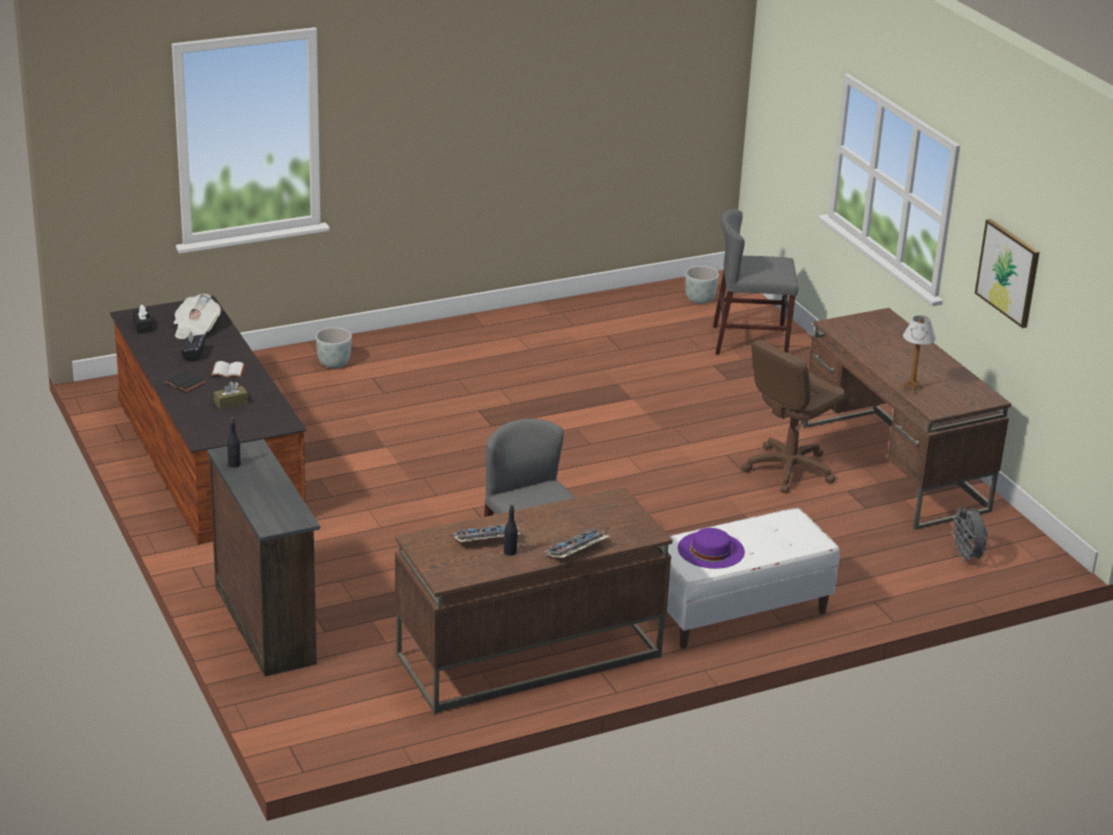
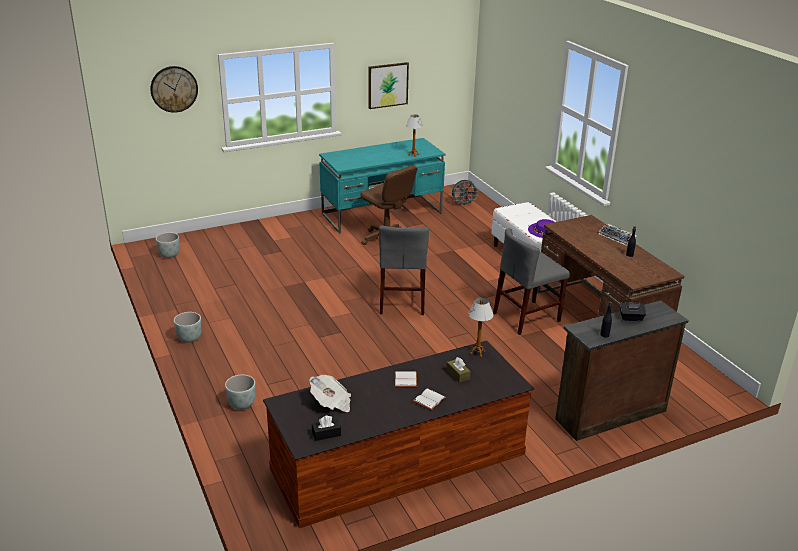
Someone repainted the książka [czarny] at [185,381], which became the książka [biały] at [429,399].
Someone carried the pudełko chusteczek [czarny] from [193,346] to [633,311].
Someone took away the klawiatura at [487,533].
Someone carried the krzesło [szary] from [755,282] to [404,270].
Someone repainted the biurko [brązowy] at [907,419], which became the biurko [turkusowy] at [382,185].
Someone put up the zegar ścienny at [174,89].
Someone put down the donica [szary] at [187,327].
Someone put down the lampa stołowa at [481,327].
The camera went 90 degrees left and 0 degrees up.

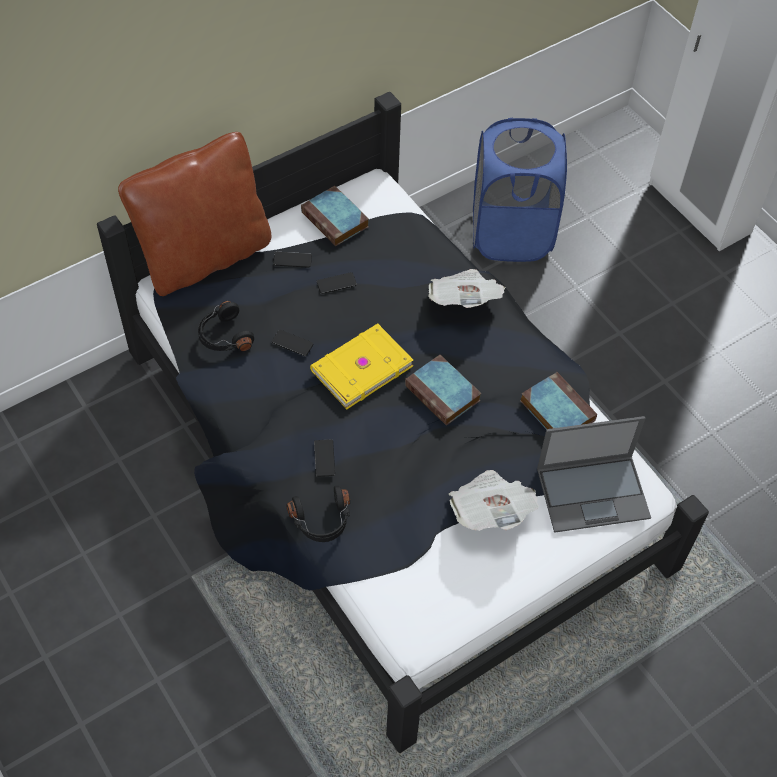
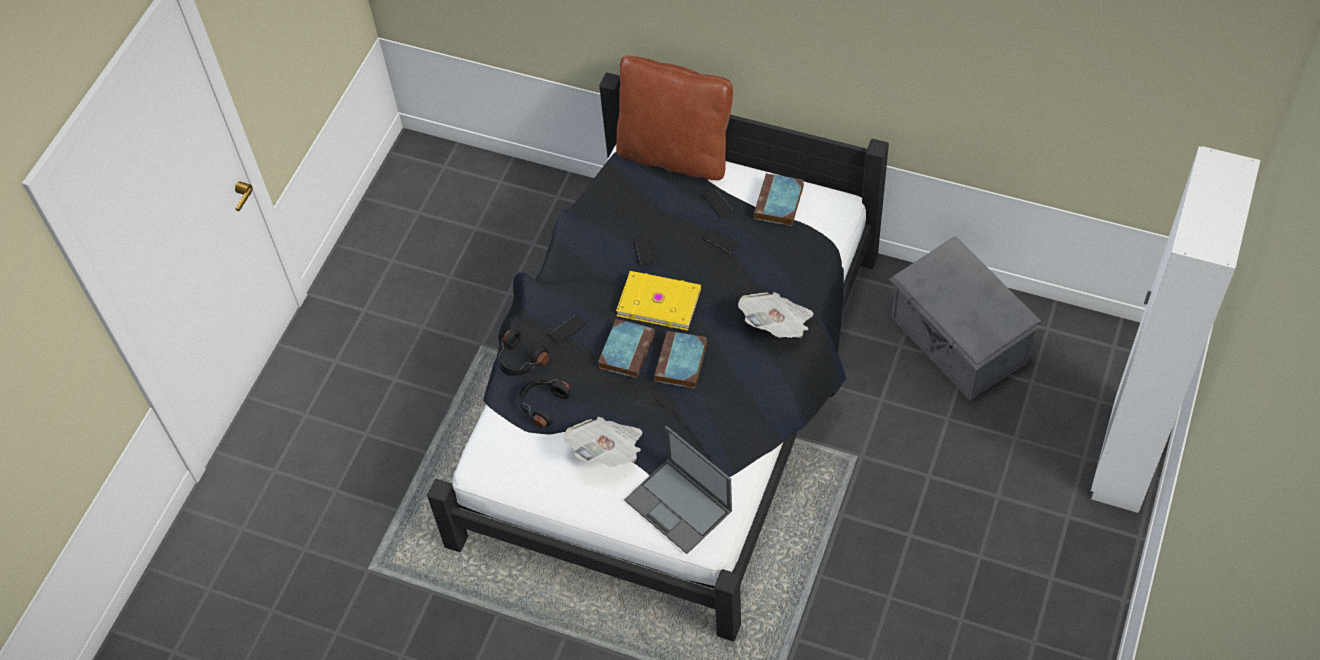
Someone carried the słuchawki [czarny] from [226,326] to [545,403].
Someone swapped the kosz na pranie [niebieski] at [520,190] for the pojemnik do przechowywania [szary] at [965,318].
Someone carried the książka from [558,400] to [626,348].
The camera went 60 degrees right and 0 degrees up.

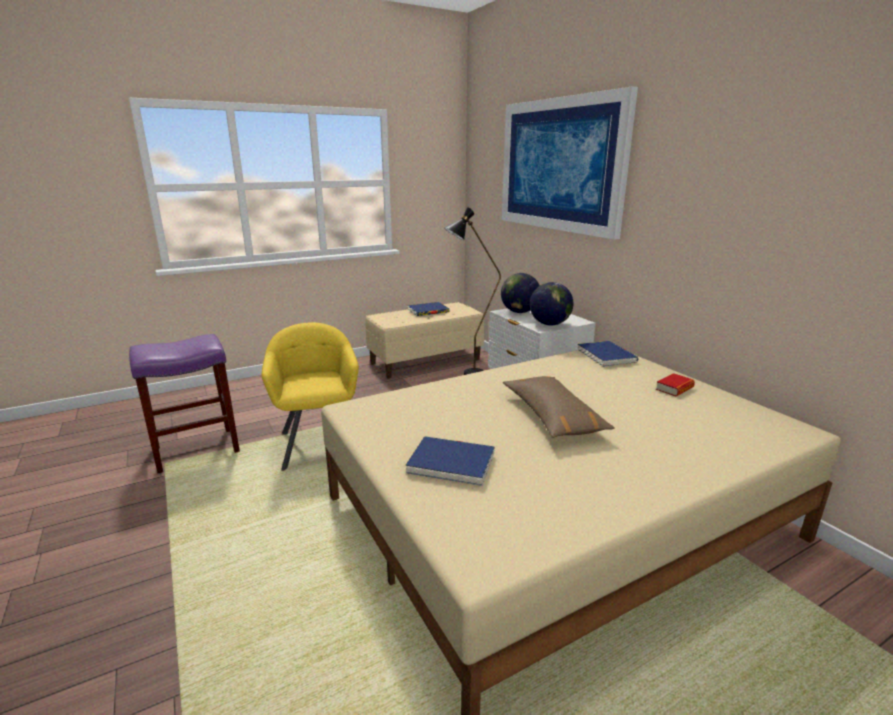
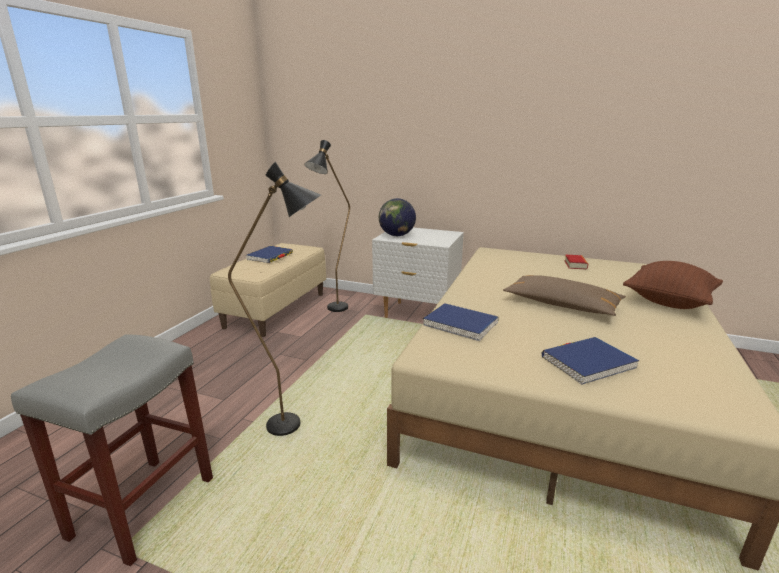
Someone repainted the stołek [fioletowy] at [184,403], which became the stołek [szary] at [112,450].
Someone swapped the fotel [żółty] at [310,397] for the lampa stojąca [czarny] at [274,299].
Someone took away the obraz at [570,163].
Someone took away the globus at [551,303].
Someone carried the książka [niebieski] from [608,354] to [461,322].
Someone put down the poduszka [brązowy] at [673,285].
The camera went 40 degrees left and 0 degrees up.

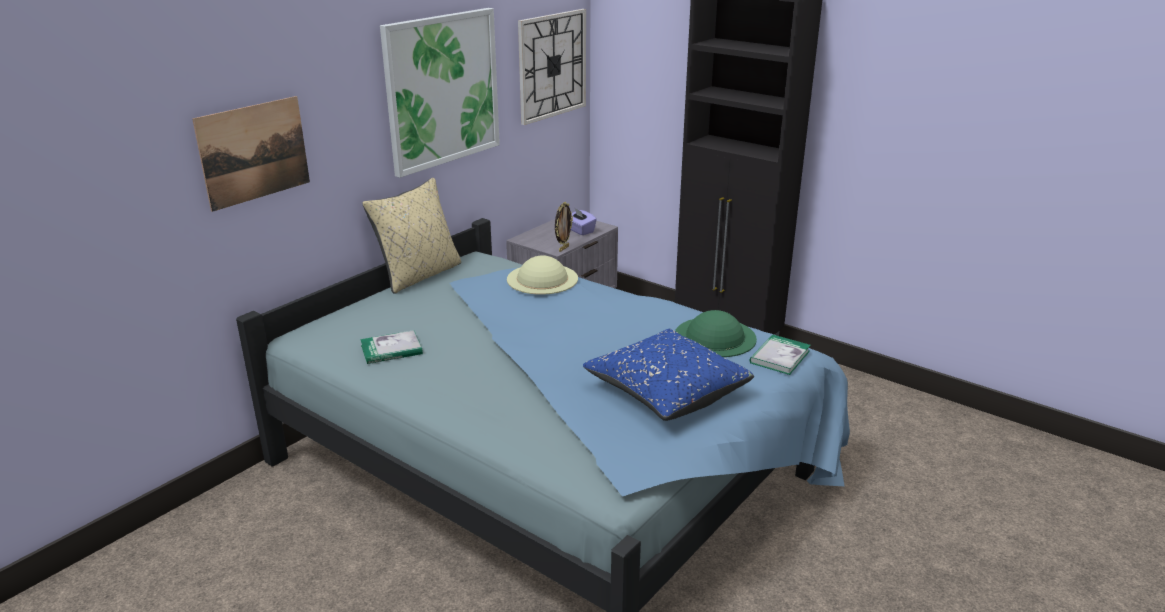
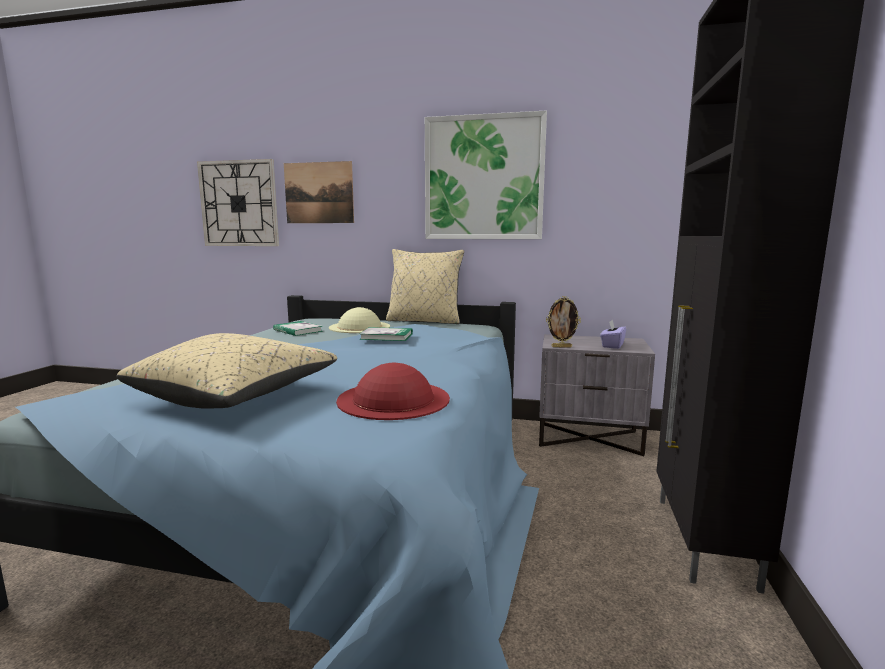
Someone carried the kapelusz [beżowy] from [542,275] to [359,320].
Someone carried the zegar ścienny from [552,67] to [238,202].
Someone repainted the poduszka [niebieski] at [668,375], which became the poduszka [beżowy] at [226,371].
Someone repainted the kapelusz [zielony] at [716,333], which became the kapelusz [czerwony] at [393,391].
Someone carried the książka from [780,354] to [386,334].
The camera went 65 degrees right and 15 degrees down.

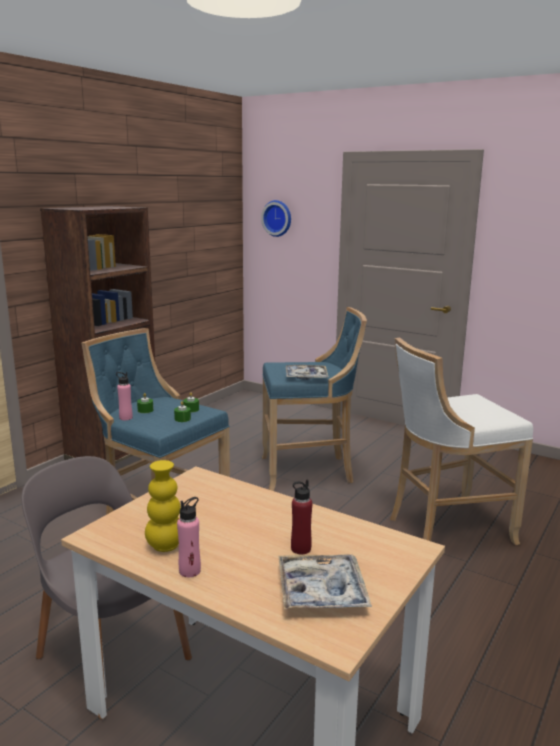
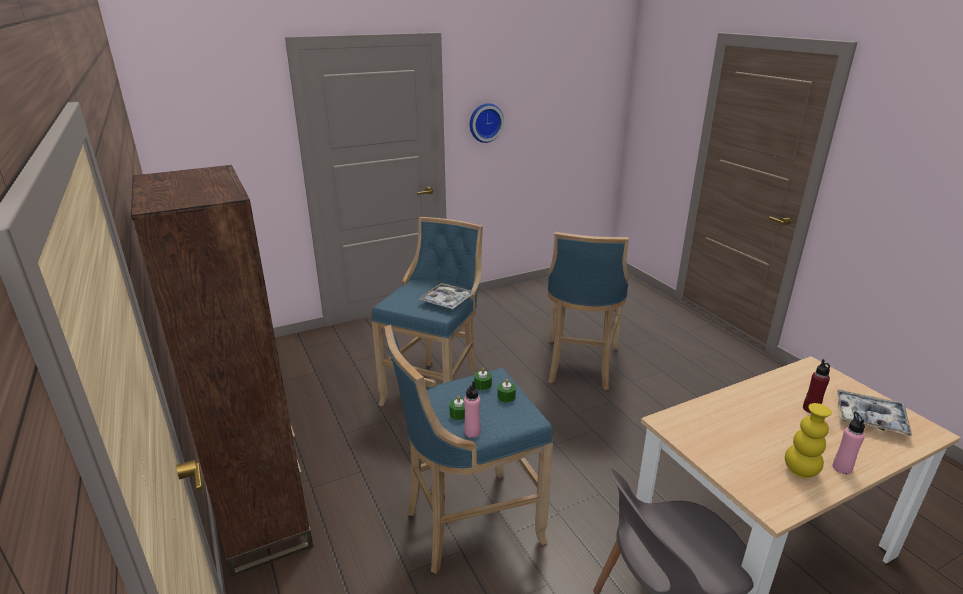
Someone carried the zegar ścienny from [276,218] to [487,123].
Someone repainted the stołek [biały] at [461,441], which became the stołek [niebieski] at [588,311].
The camera went 60 degrees left and 10 degrees up.

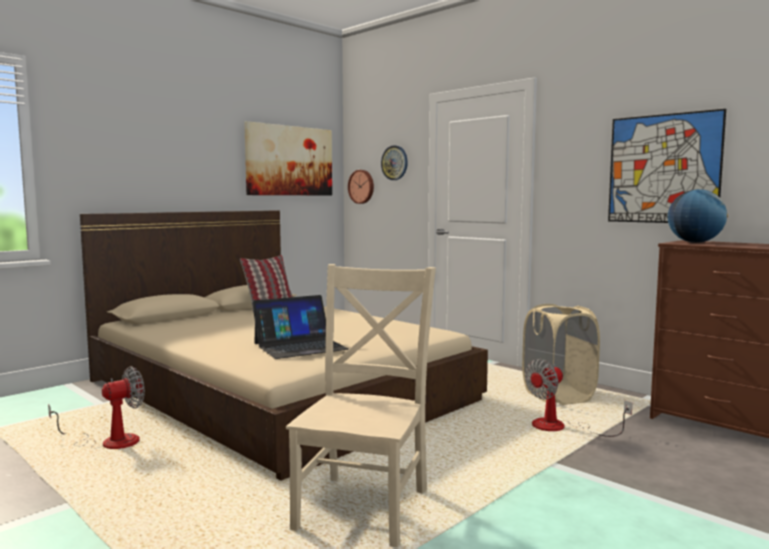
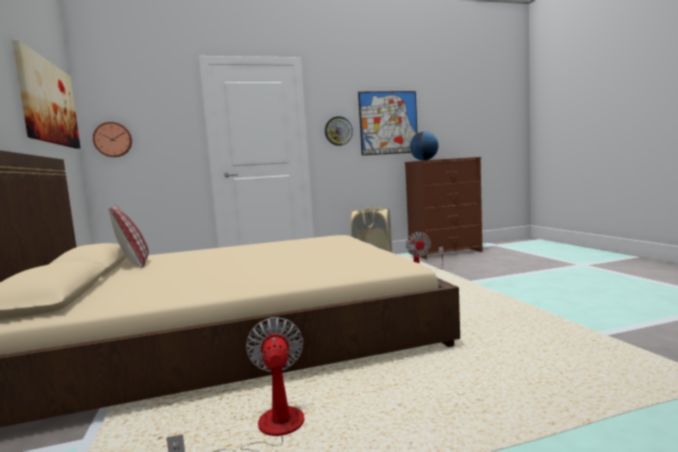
Someone took away the laptop at [300,327].
Someone took away the krzesło [beżowy] at [361,406].
Someone carried the zegar ścienny from [394,162] to [339,131].
The camera went 60 degrees left and 0 degrees up.

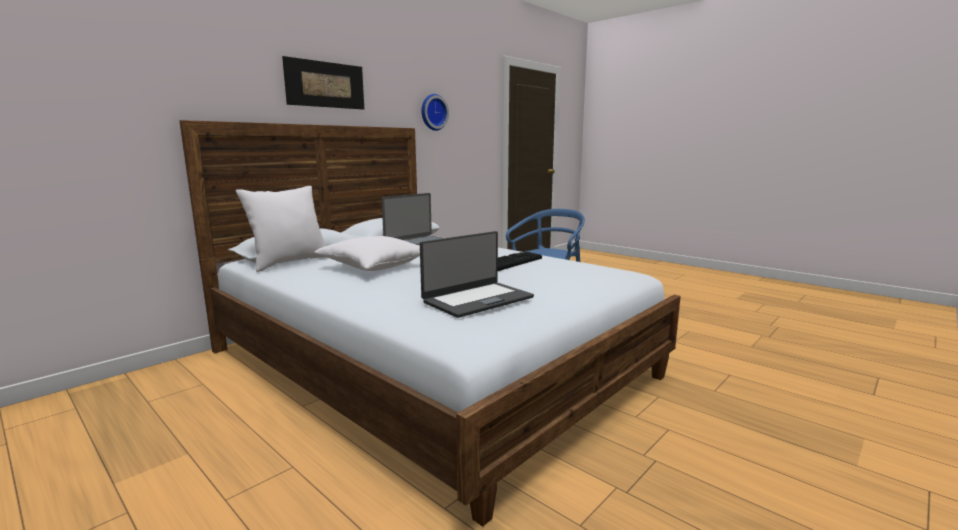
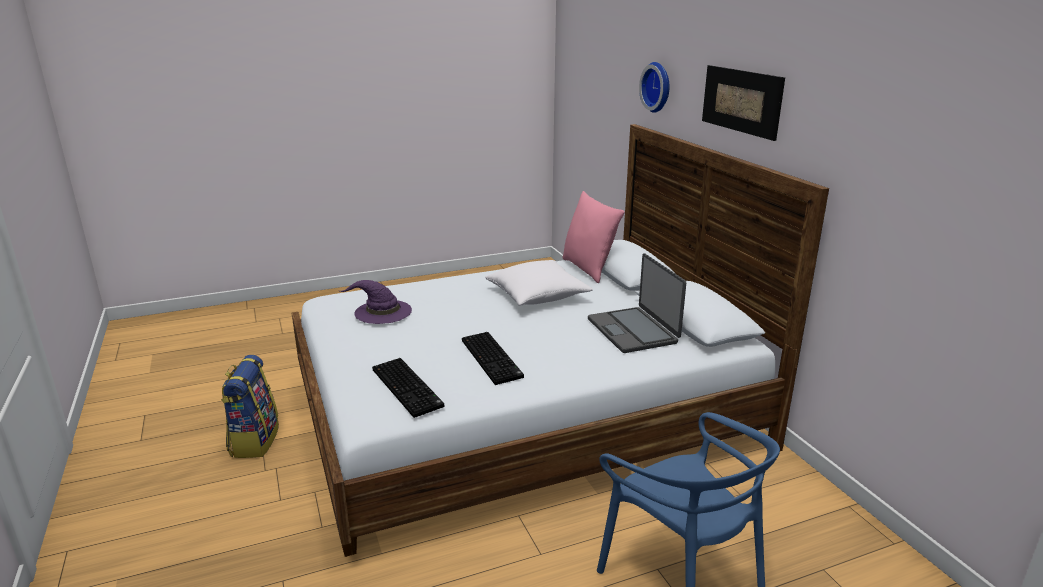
Someone repainted the poduszka [biały] at [281,229], which became the poduszka [różowy] at [593,237].
Someone swapped the laptop at [477,274] for the kapelusz [fioletowy] at [376,302].
Someone carried the zegar ścienny from [435,112] to [654,87].
Someone put down the plecak at [250,406].
Someone put down the klawiatura at [408,388].
The camera went 115 degrees right and 10 degrees up.

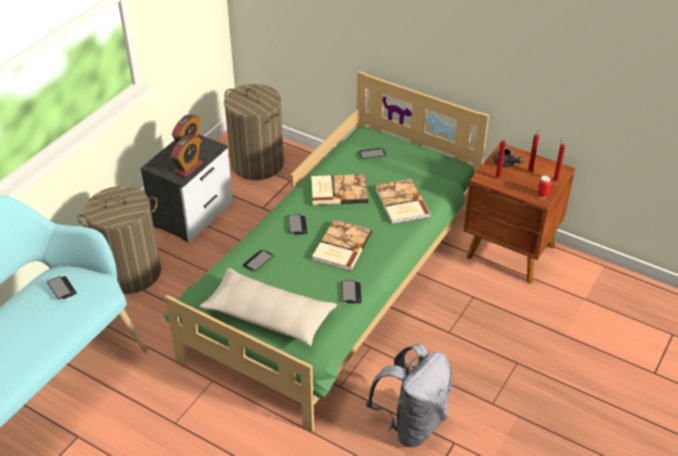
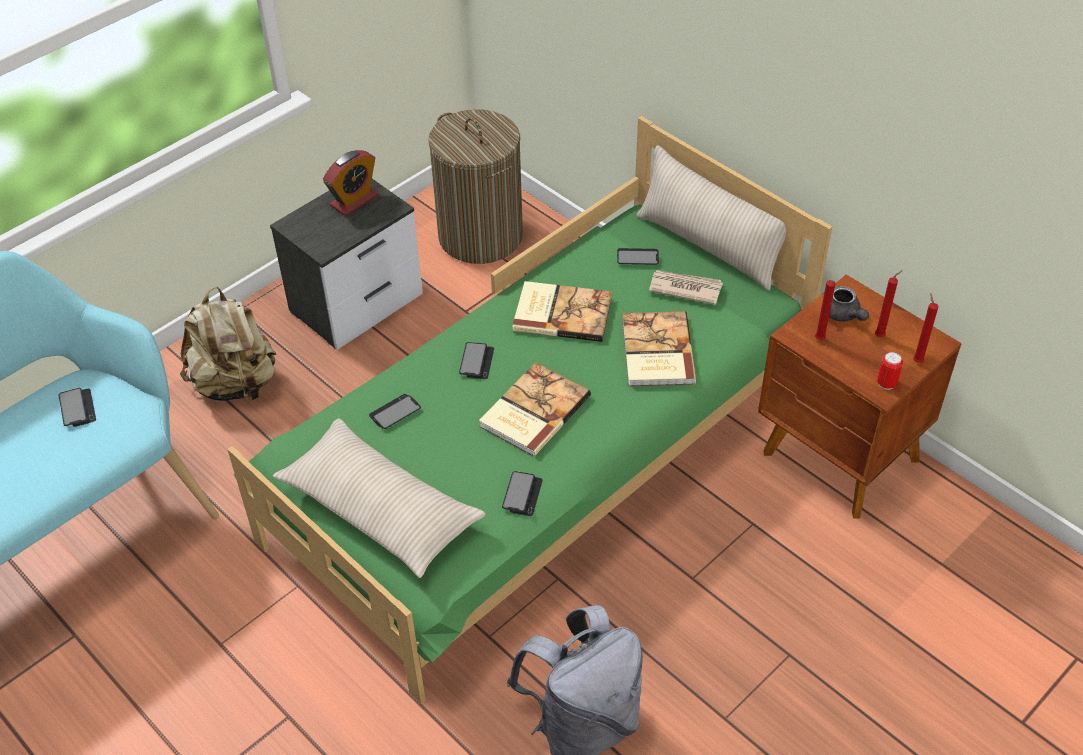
Someone swapped the kosz na pranie at [119,240] for the plecak [beżowy] at [228,344].
Someone took away the budzik at [187,156].
Someone put down the poduszka [beżowy] at [711,218].
Someone put down the gazeta at [686,287].
The camera went 15 degrees right and 5 degrees up.

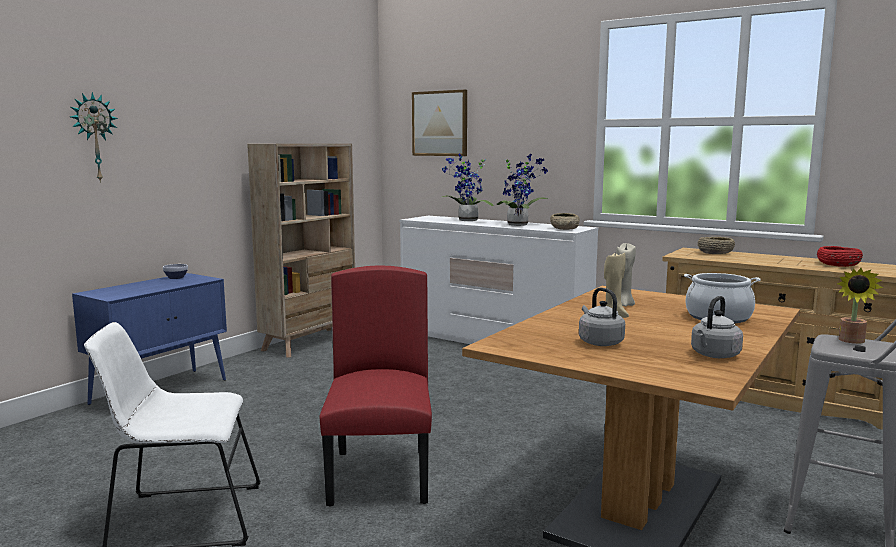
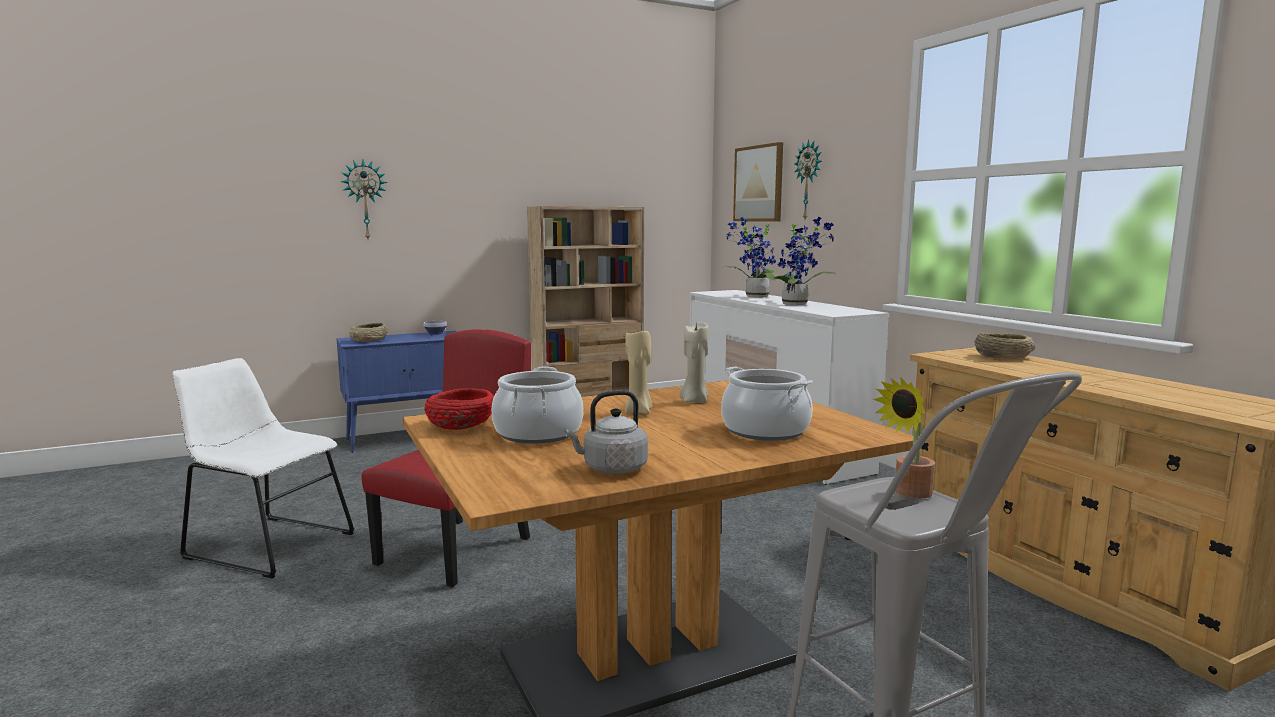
Someone carried the miska [beżowy] from [565,221] to [368,332].
Someone swapped the czajnik [szary] at [602,316] for the garnek at [537,405].
Someone carried the miska [czerwony] from [840,256] to [459,409].
Someone put up the zegar ścienny at [808,179].
The camera went 30 degrees right and 0 degrees up.

